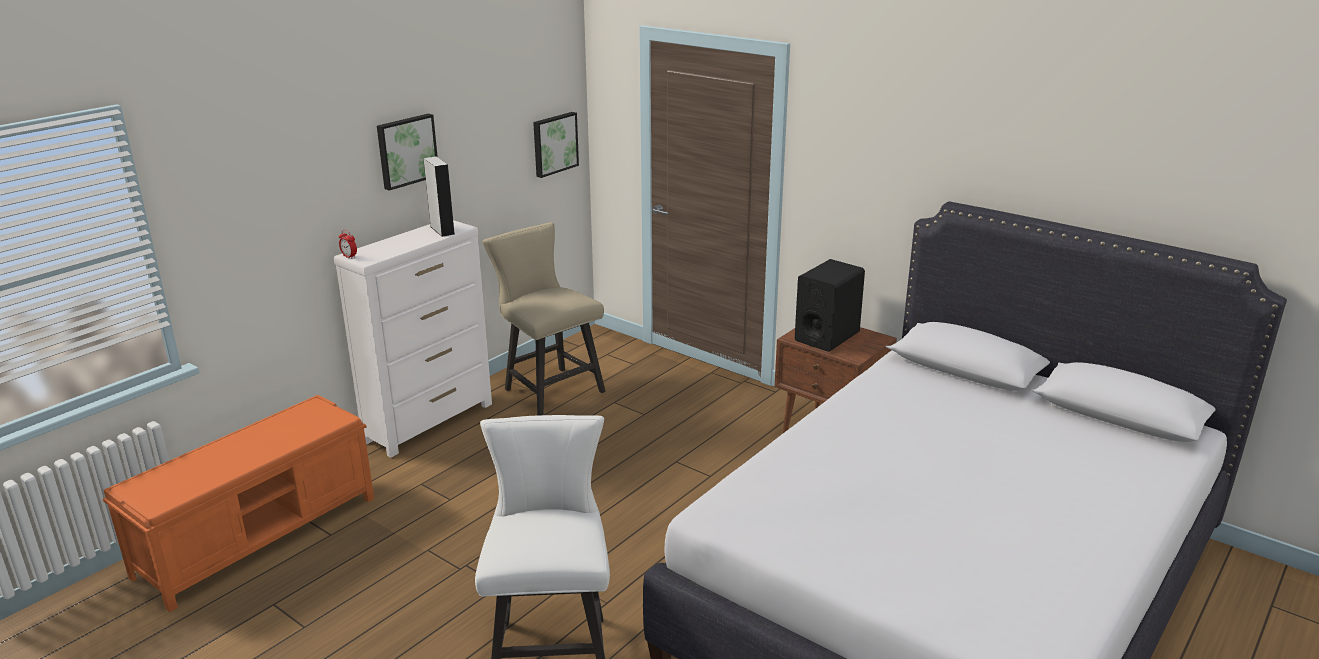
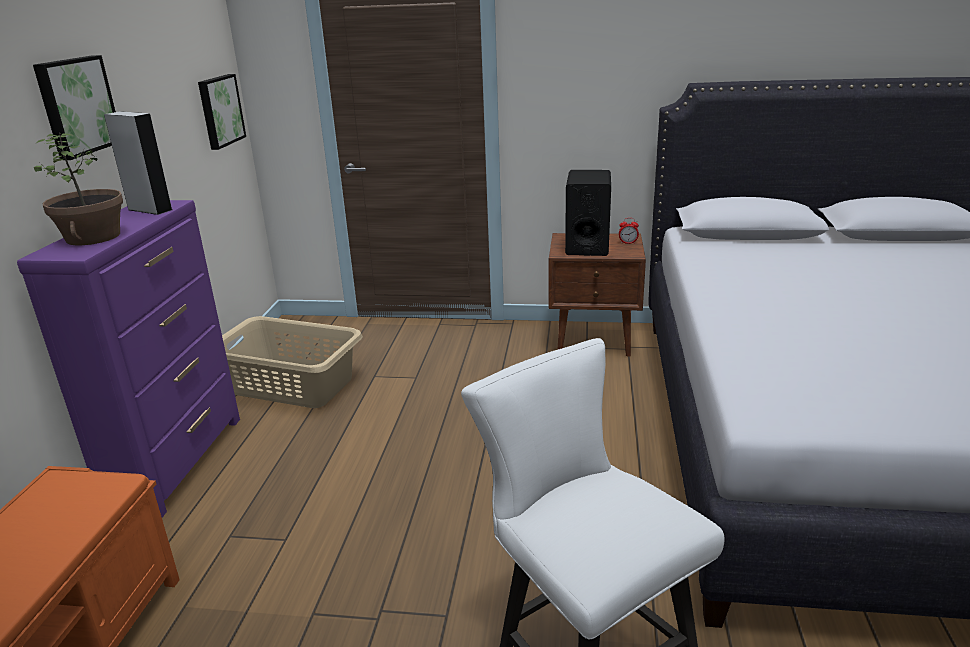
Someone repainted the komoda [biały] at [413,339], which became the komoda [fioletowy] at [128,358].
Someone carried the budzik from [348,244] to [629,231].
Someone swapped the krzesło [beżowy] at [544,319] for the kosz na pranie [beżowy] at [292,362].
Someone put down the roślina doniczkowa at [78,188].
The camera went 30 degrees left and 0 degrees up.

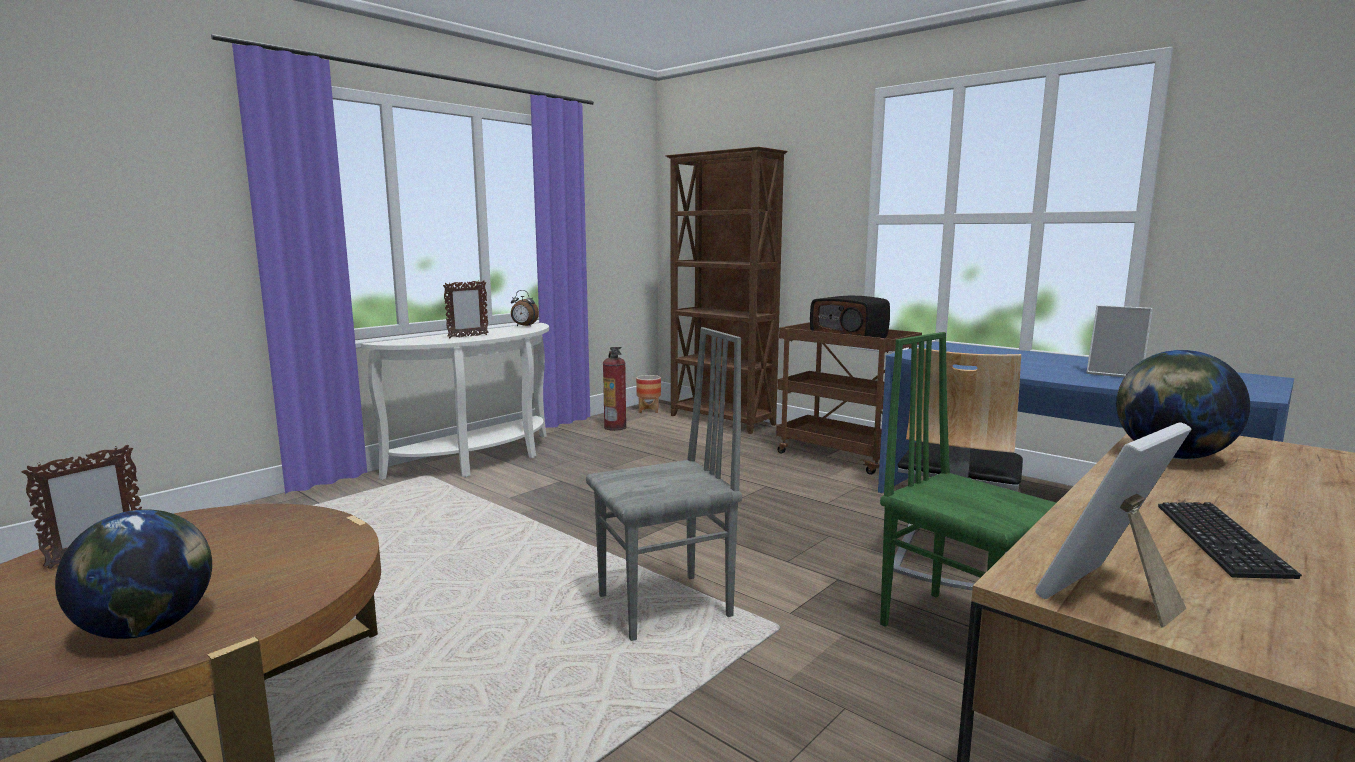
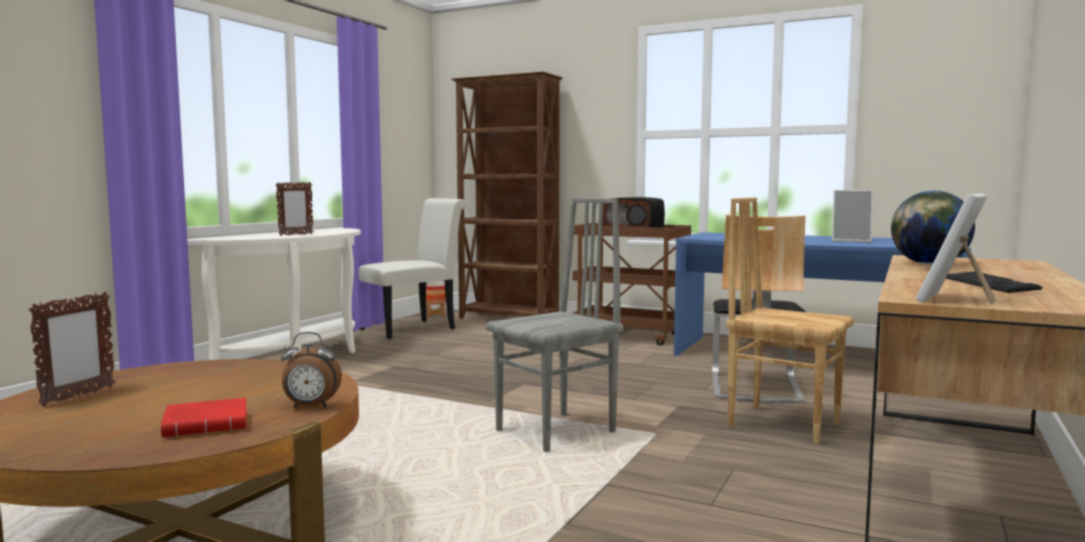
Someone swapped the globus at [133,574] for the książka [czerwony] at [204,417].
Someone carried the budzik from [525,308] to [311,370].
Someone swapped the gaśnica at [615,389] for the krzesło [biały] at [412,268].
Someone repainted the krzesło [zielony] at [968,479], which became the krzesło [brązowy] at [790,320].
The camera went 15 degrees left and 5 degrees down.

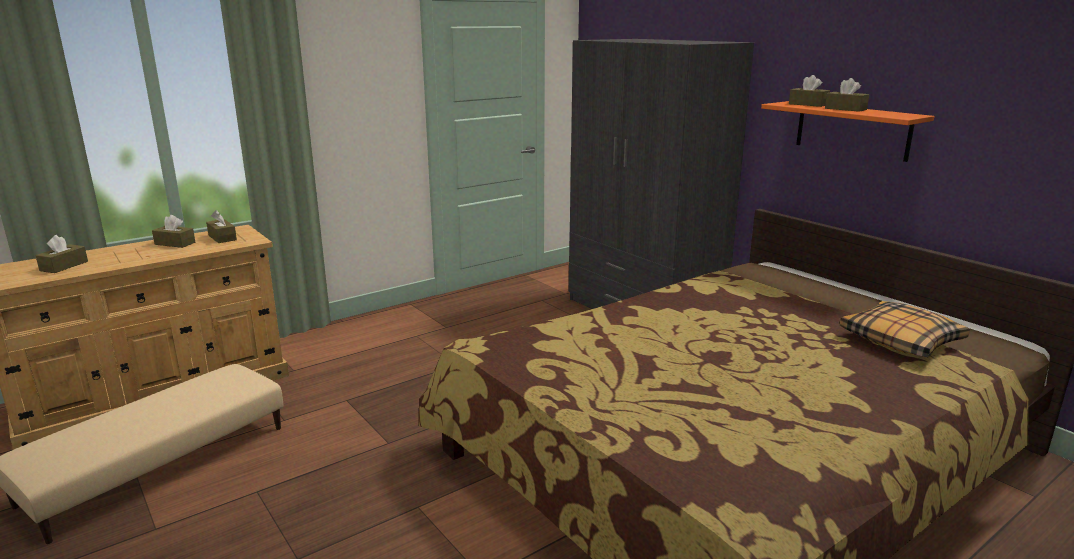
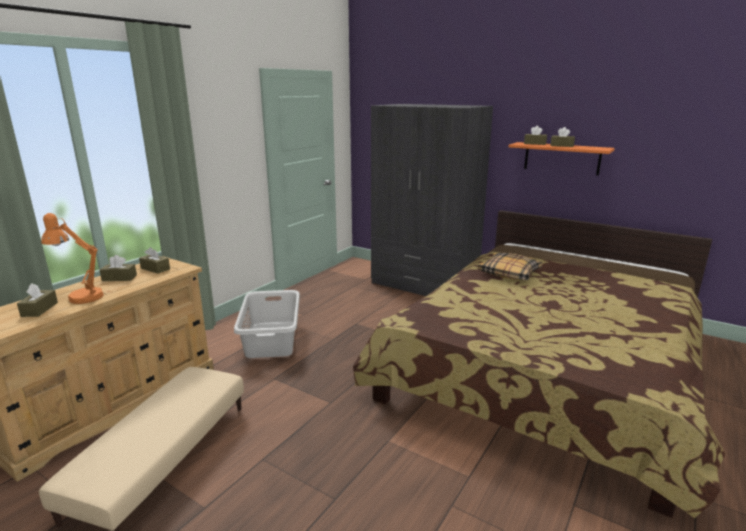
Someone carried the poduszka from [905,329] to [510,266].
Someone put down the lampa stołowa [pomarańczowy] at [72,258].
Someone put down the kosz na pranie [szary] at [267,324].
The camera went 20 degrees left and 0 degrees up.

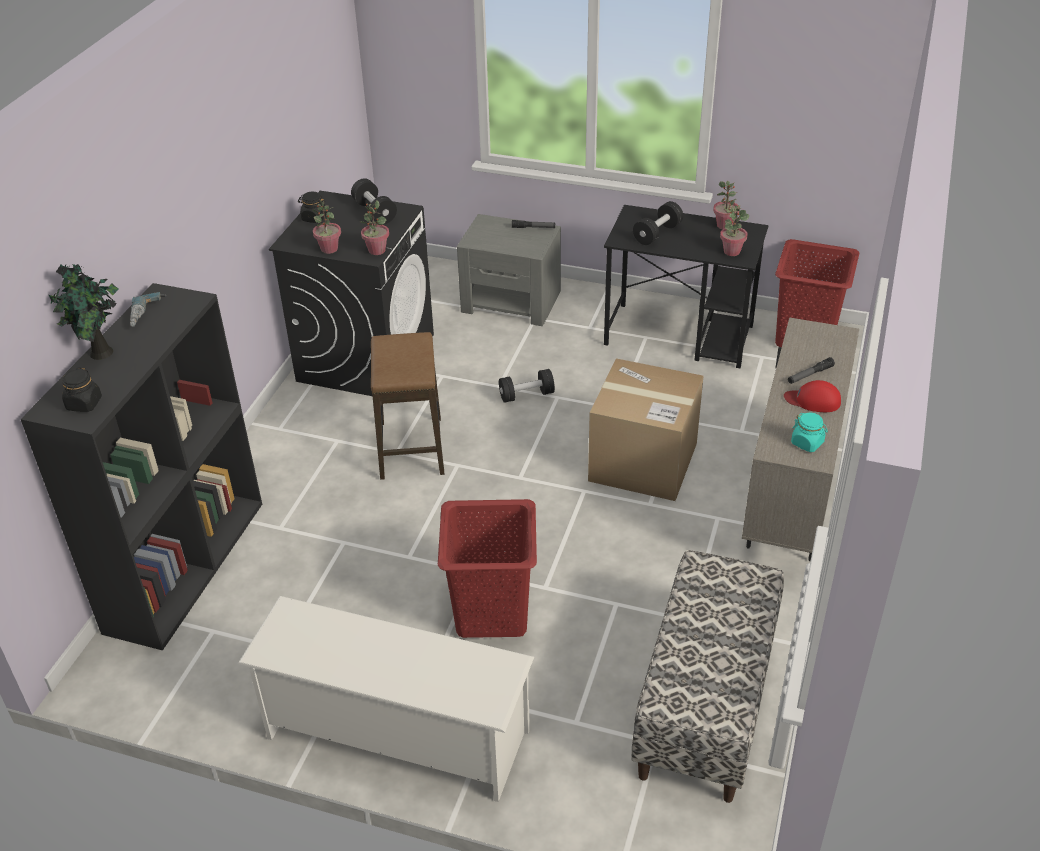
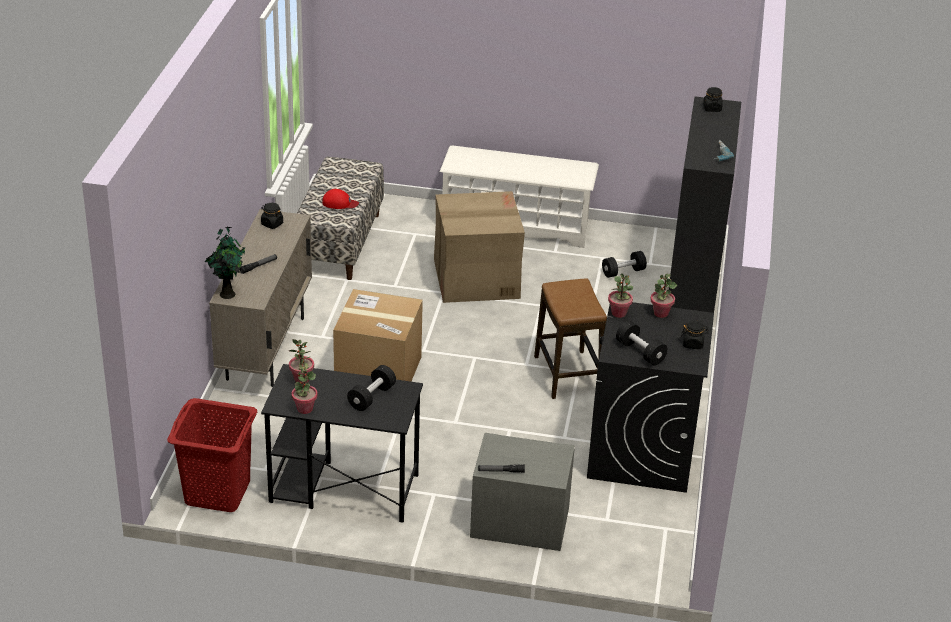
Someone carried the roślina doniczkowa from [84,312] to [224,262].
Someone swapped the kosz na pranie [czerwony] at [487,568] for the karton at [479,247].
Someone carried the hantel [czarny] from [527,386] to [624,264].
Someone carried the czapka z daszkiem [czerwony] from [812,396] to [340,199].
Someone repainted the słoik [turkusowy] at [809,432], which became the słoik [czarny] at [272,216].
The camera went 170 degrees right and 5 degrees down.

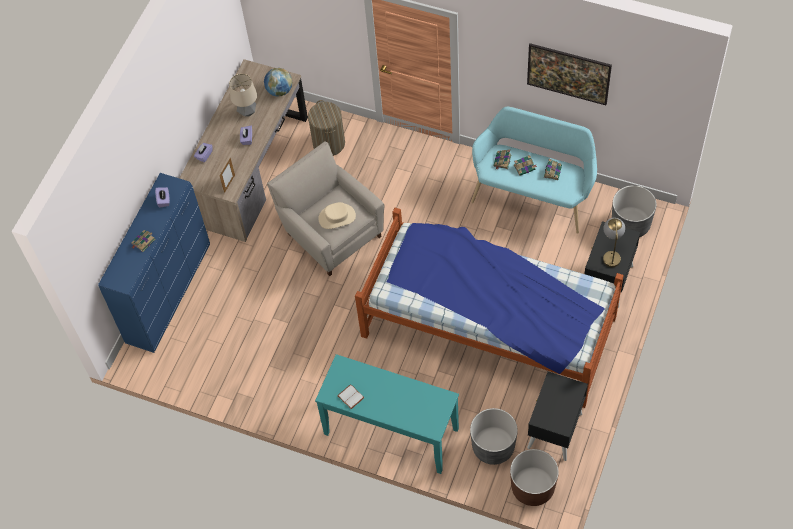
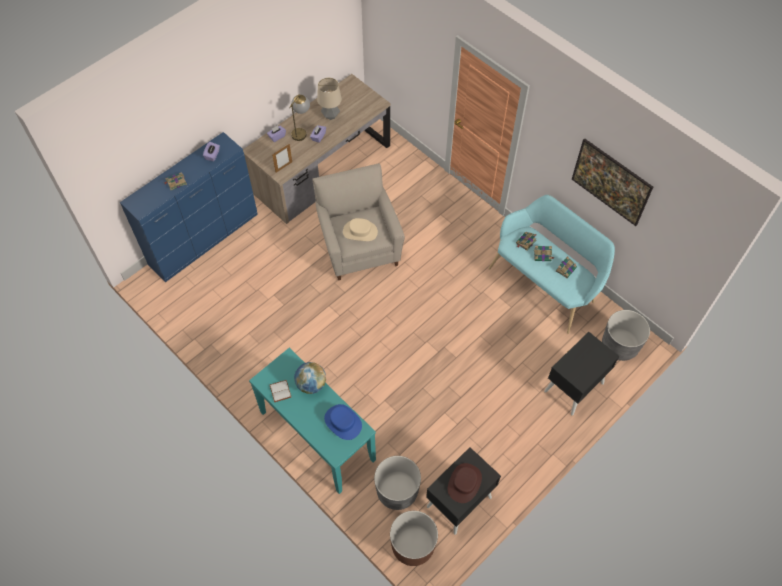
Someone carried the globus from [278,82] to [310,378].
Someone took away the kosz na pranie at [326,128].
Someone took away the łóżko at [489,308].
Someone carried the lampa stołowa from [614,242] to [299,117].
Someone put down the kapelusz [niebieski] at [343,422].
Someone put down the kapelusz [brązowy] at [465,483].
The camera went 20 degrees right and 0 degrees up.

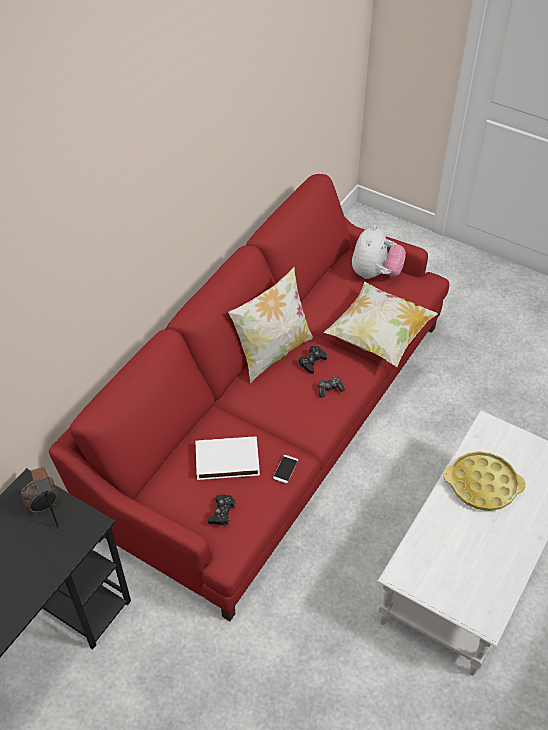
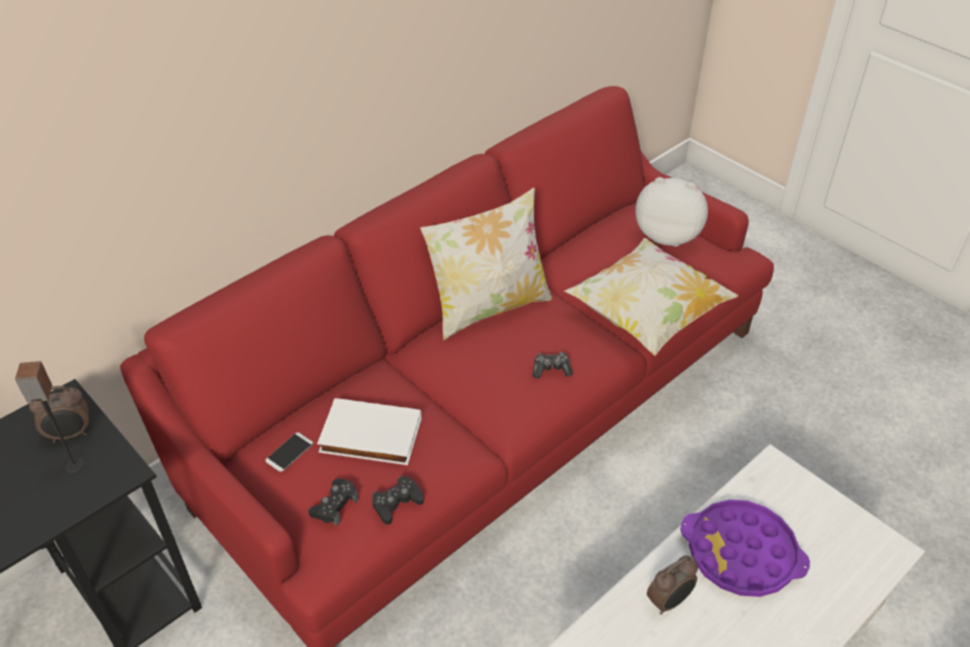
Someone carried the telefon from [285,469] to [289,452].
Someone carried the pad do gier [czarny] from [312,360] to [398,500].
Someone rotated the pluszak at [379,252] by 105 degrees counterclockwise.
Someone repainted the taca [żółty] at [485,481], which became the taca [fioletowy] at [745,548].
Someone put down the budzik at [672,585].
The camera went 15 degrees right and 5 degrees down.

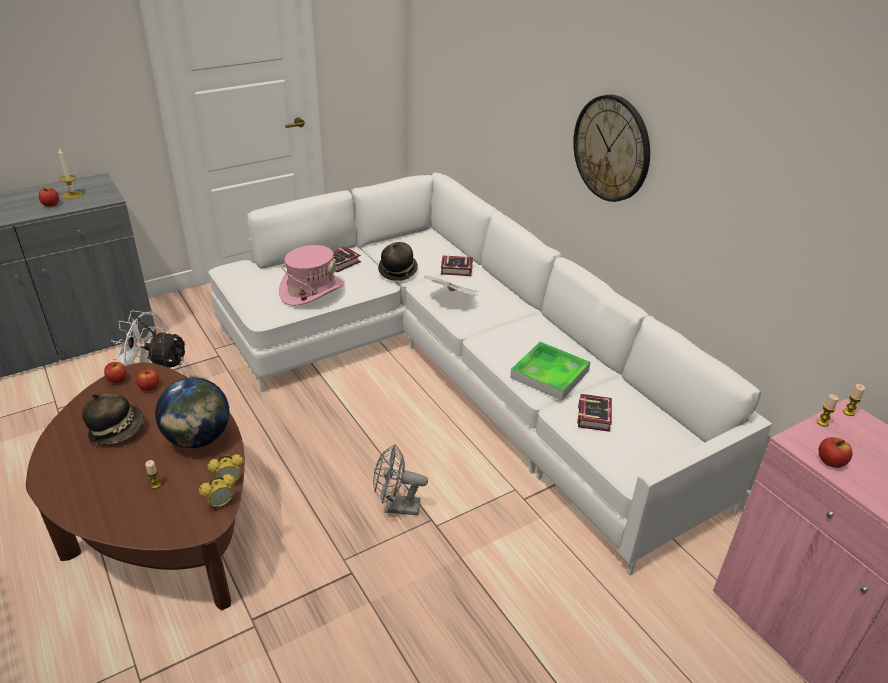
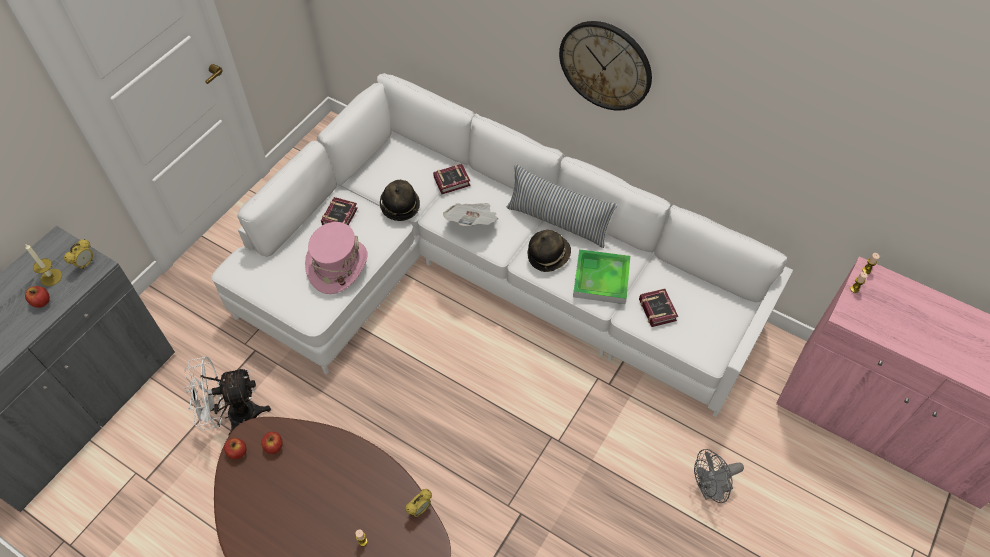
Someone carried the kapelusz from [113,419] to [549,251].
Someone took away the globus at [192,412].
Someone carried the budzik from [217,491] to [78,254].
Someone carried the wentylator [szary] from [400,479] to [719,476].
Someone took away the jabłko at [835,452].
Someone put down the poduszka at [562,206].
The camera went 25 degrees left and 20 degrees up.

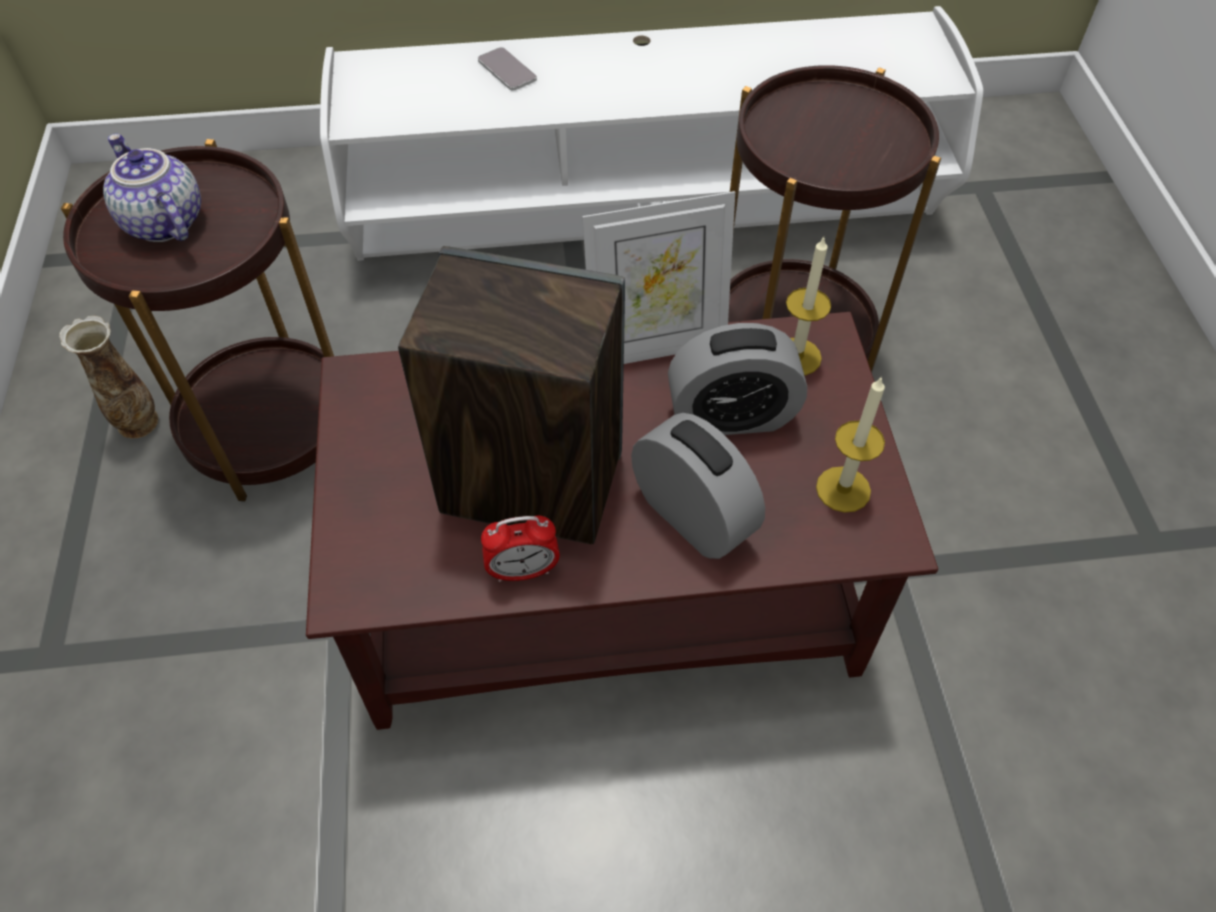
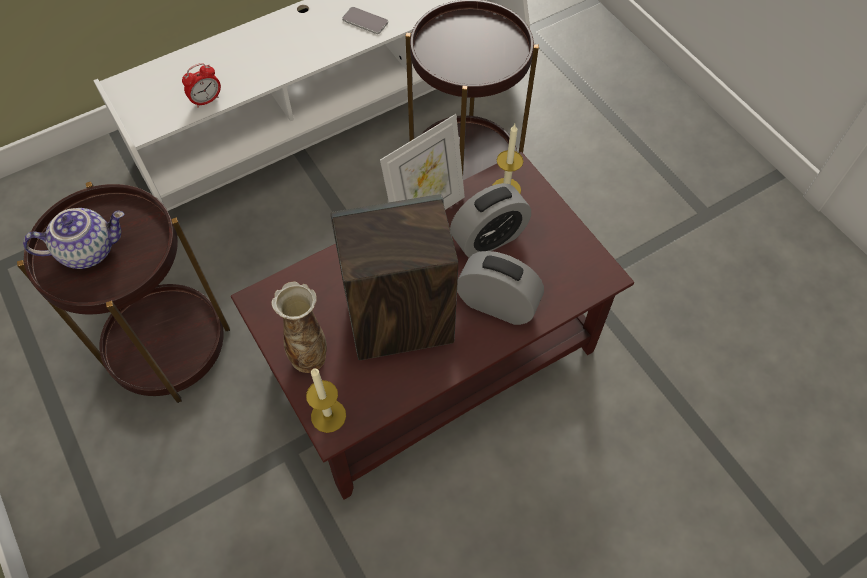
Someone carried the wazon from [108,377] to [299,327].
Someone rotated the imbryk at [152,187] by 135 degrees clockwise.
Someone carried the telefon from [507,69] to [365,20].
Someone carried the budzik from [520,548] to [201,85].
Someone carried the świeca from [850,444] to [326,400].
The camera went 25 degrees left and 5 degrees up.

